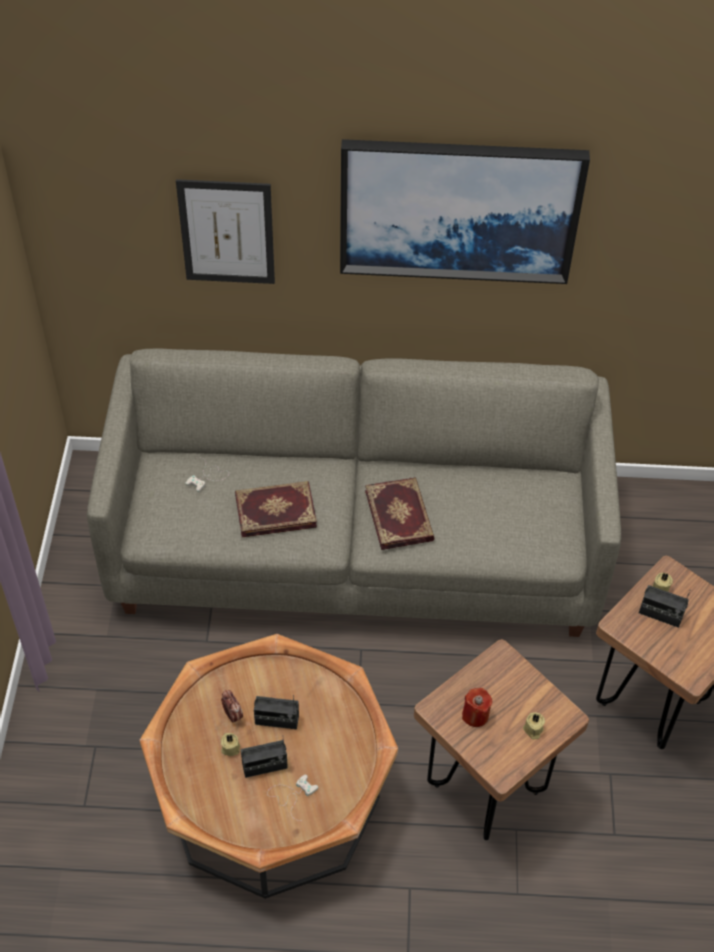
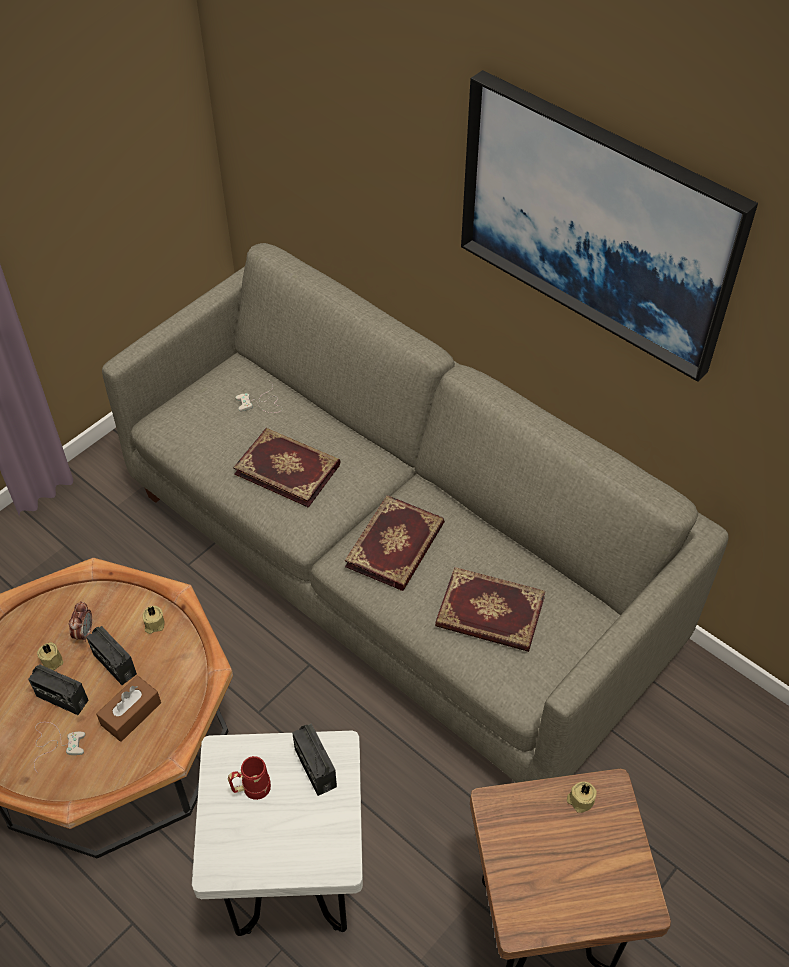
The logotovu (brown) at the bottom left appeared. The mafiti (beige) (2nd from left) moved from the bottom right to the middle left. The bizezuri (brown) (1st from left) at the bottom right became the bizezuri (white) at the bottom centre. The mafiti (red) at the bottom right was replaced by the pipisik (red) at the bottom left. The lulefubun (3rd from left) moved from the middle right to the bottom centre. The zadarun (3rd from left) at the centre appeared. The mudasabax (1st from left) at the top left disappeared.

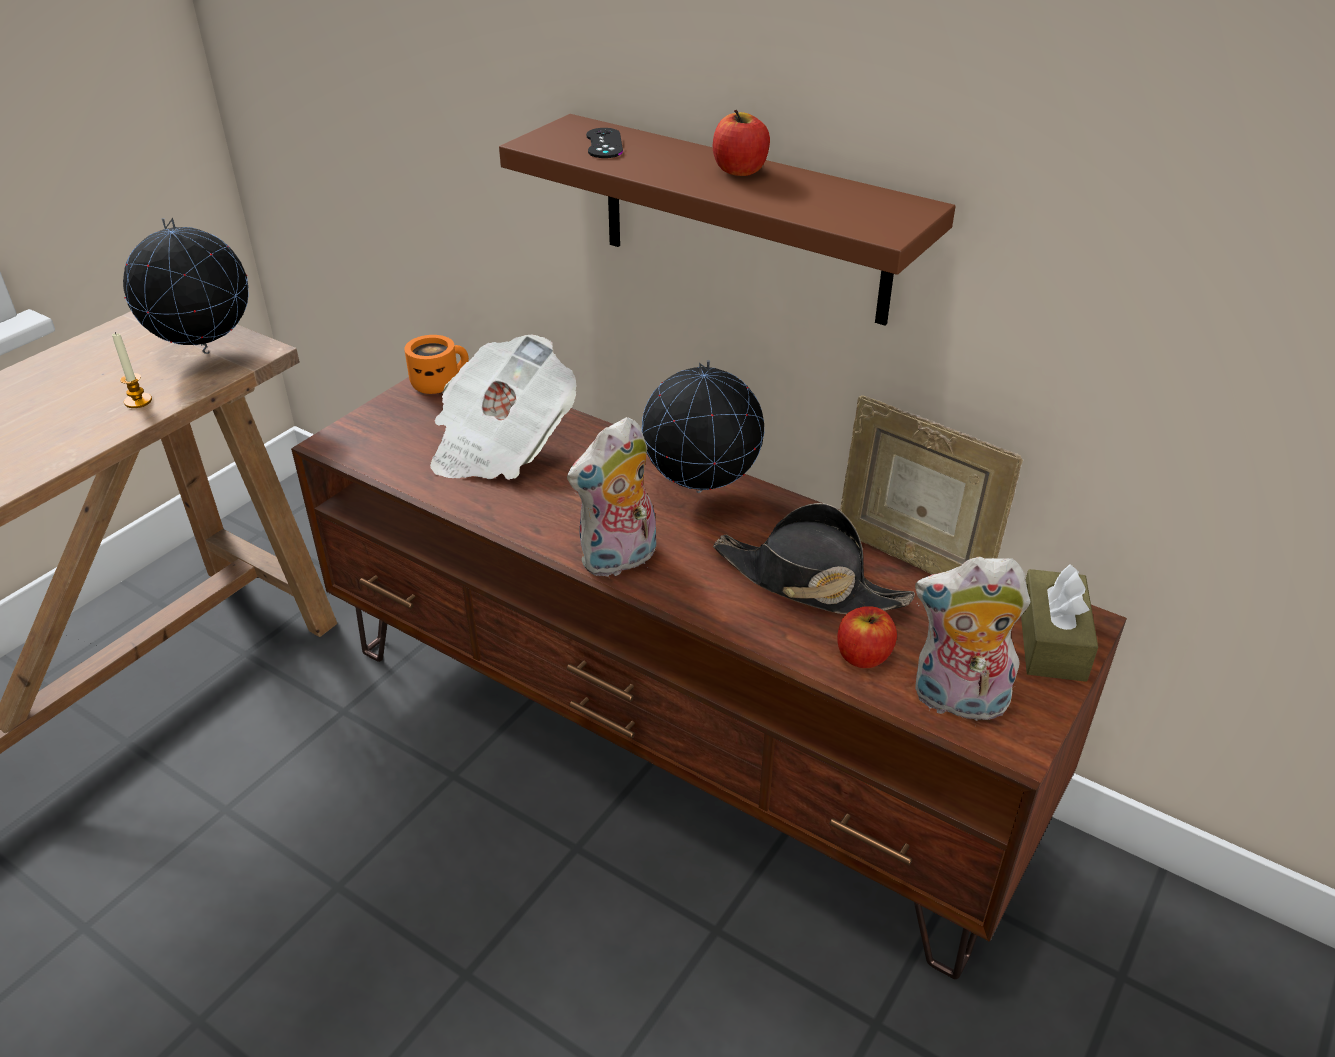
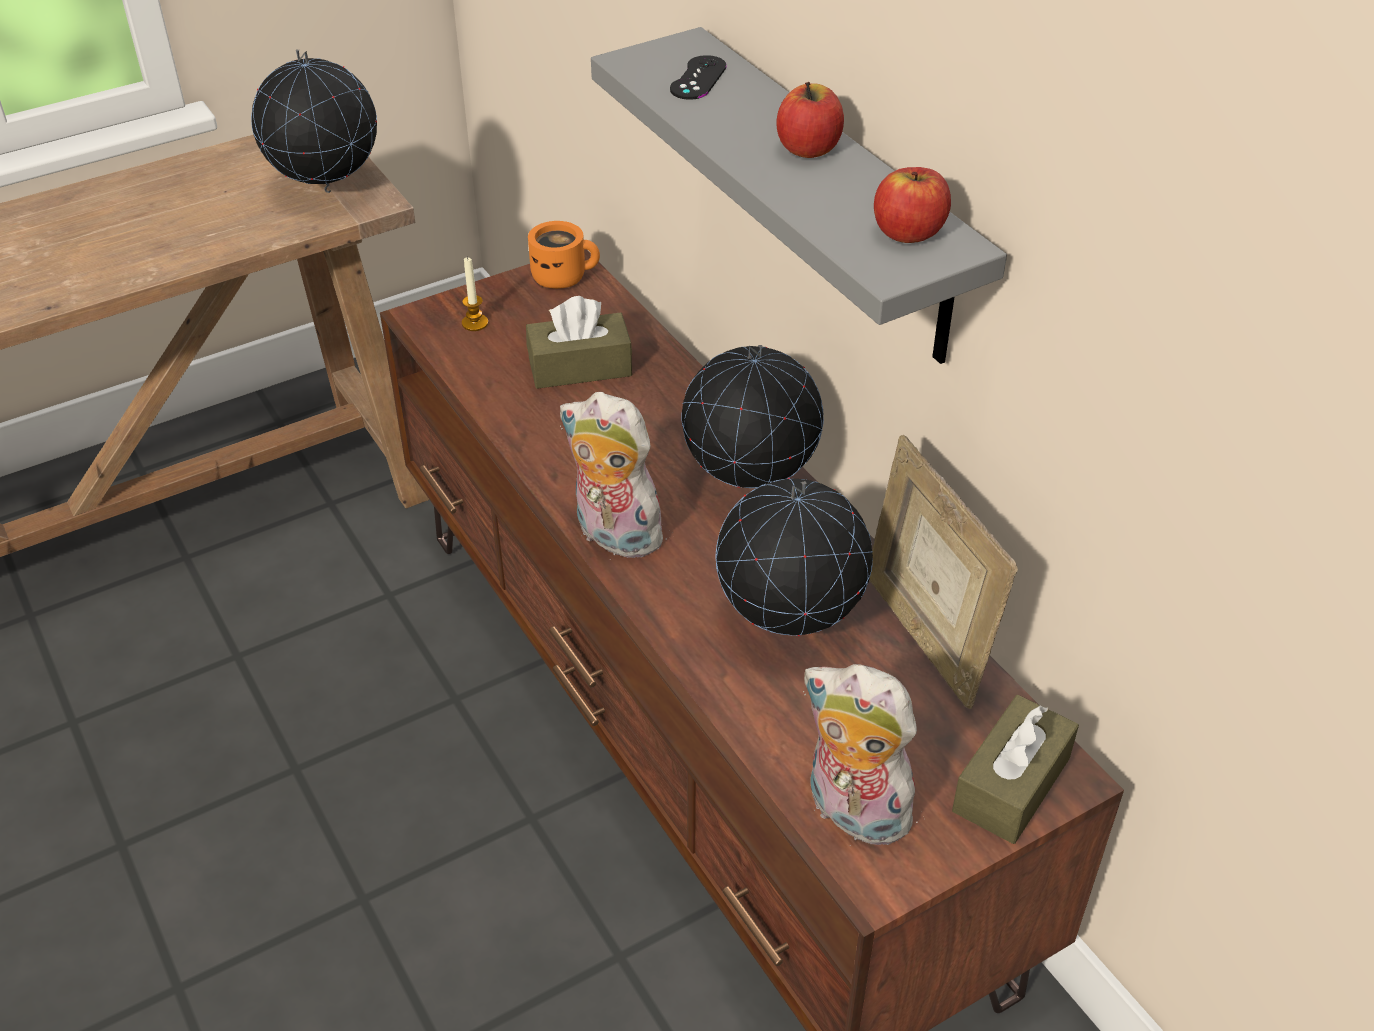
The mafiti moved from the middle left to the top centre. The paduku at the centre was replaced by the logotovu (brown) (1st from left) at the top centre. The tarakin (1st from left) at the centre turned 45 degrees clockwise. The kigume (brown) at the top centre became the kigume (grey) at the top centre. The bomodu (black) at the centre was replaced by the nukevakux (3rd from left) at the centre. The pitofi (2nd from left) moved from the centre to the top centre.

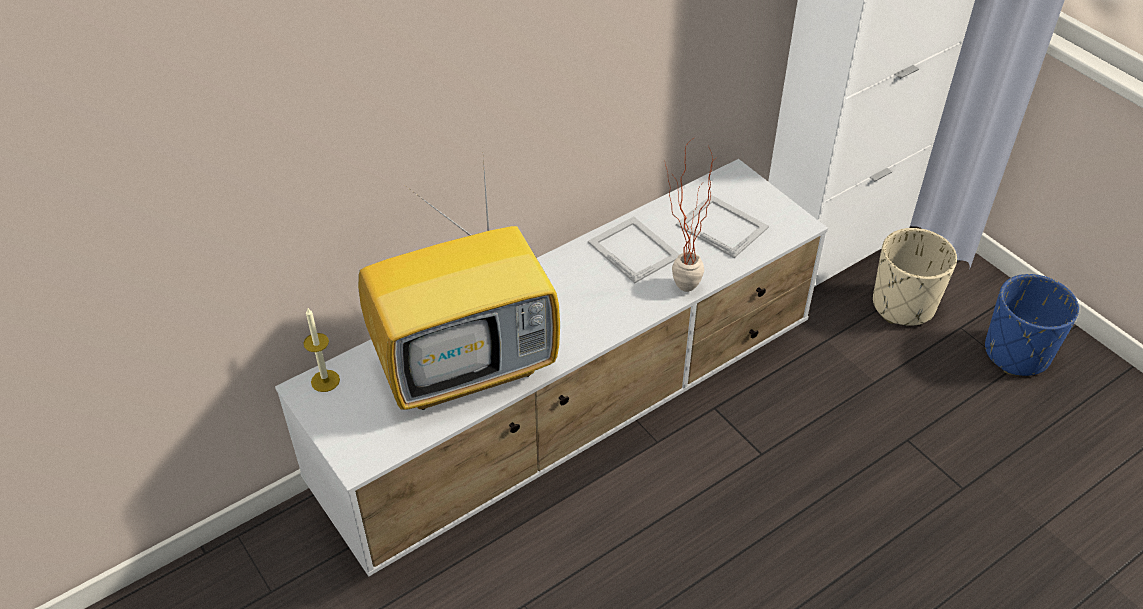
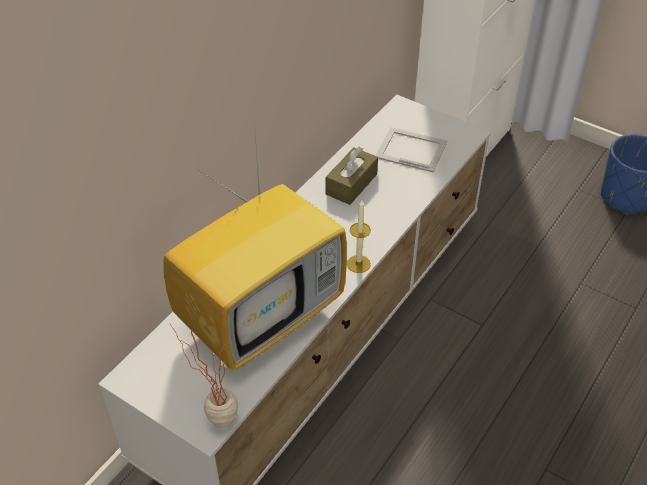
The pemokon moved from the centre to the bottom left. The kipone (1st from left) at the centre was replaced by the logotovu (brown) at the centre. The mafiti moved from the middle left to the centre. The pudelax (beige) at the middle right disappeared.

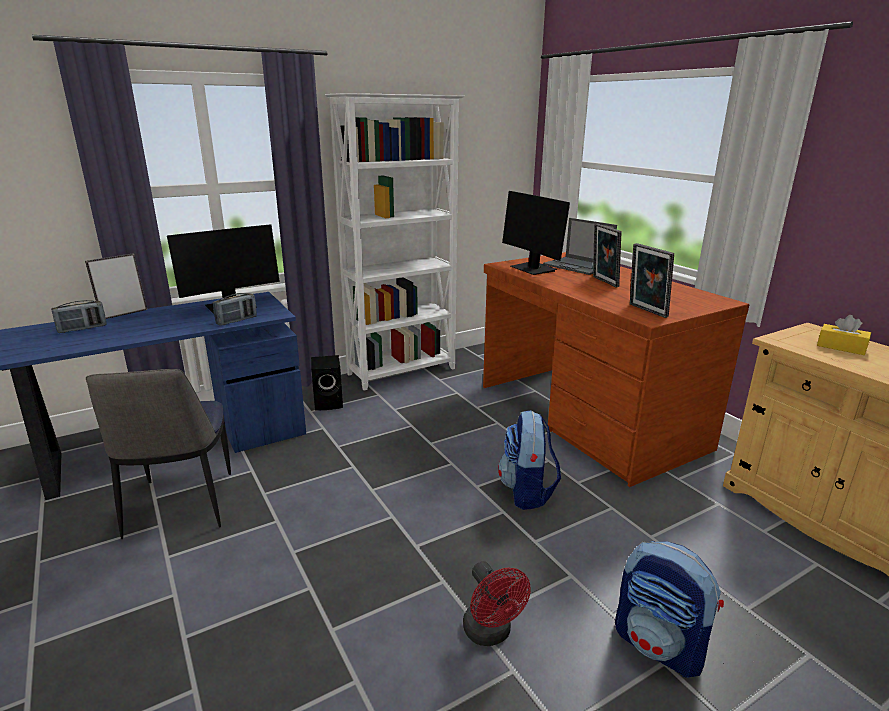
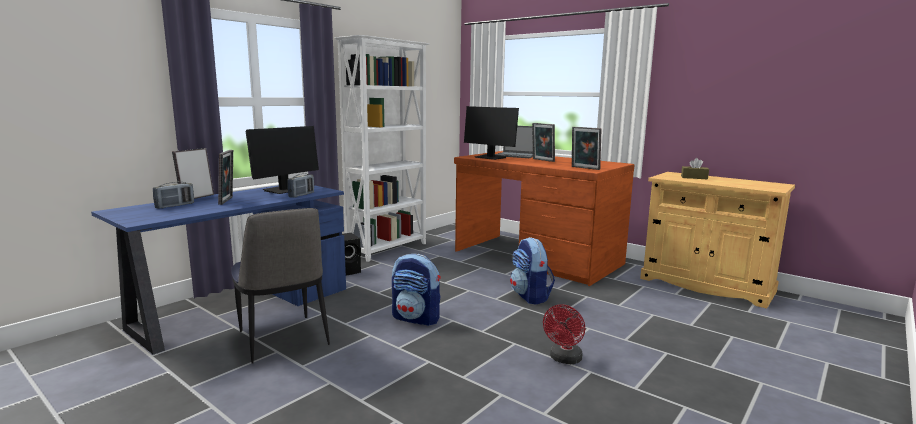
The kipone (2nd from left) at the middle left appeared. The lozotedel (2nd from left in the first image) moved from the bottom right to the bottom centre. The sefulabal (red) at the bottom centre turned 75 degrees clockwise. The logotovu (yellow) at the middle right became the logotovu (brown) at the middle right.

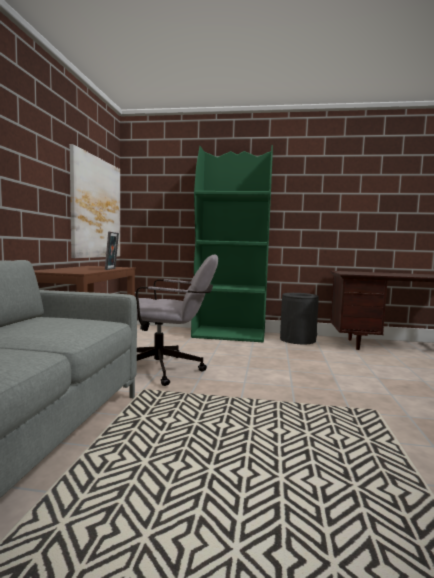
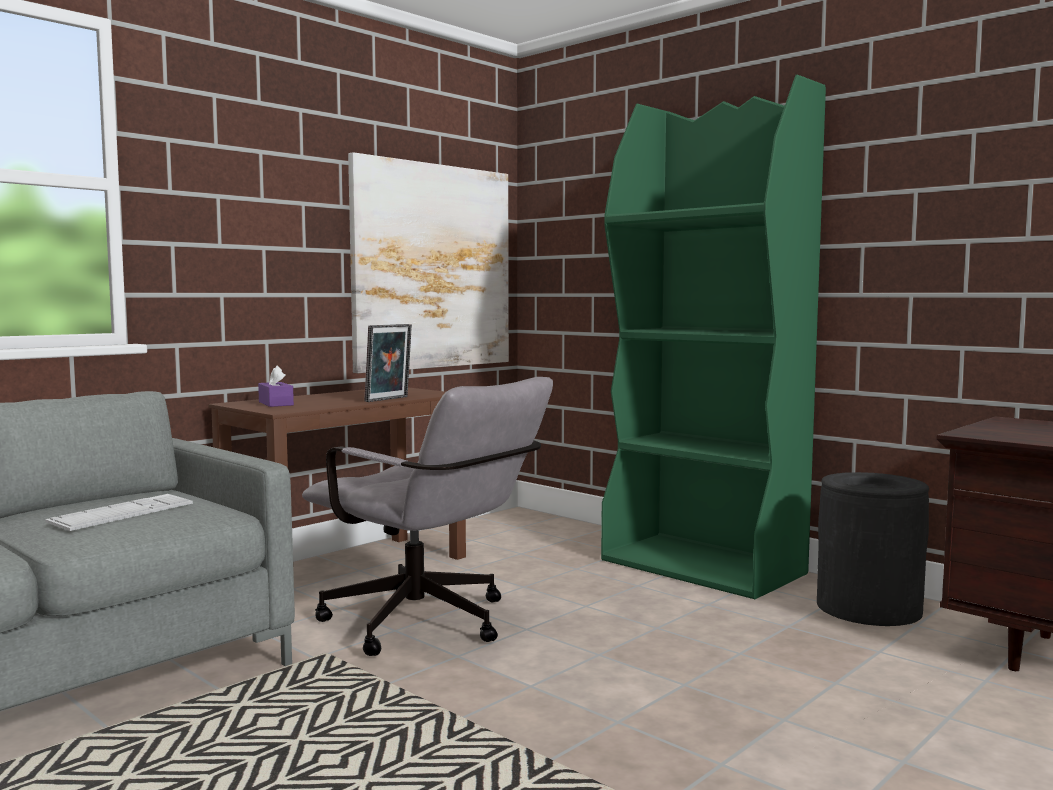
The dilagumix at the middle left appeared. The logotovu (purple) at the middle left appeared.

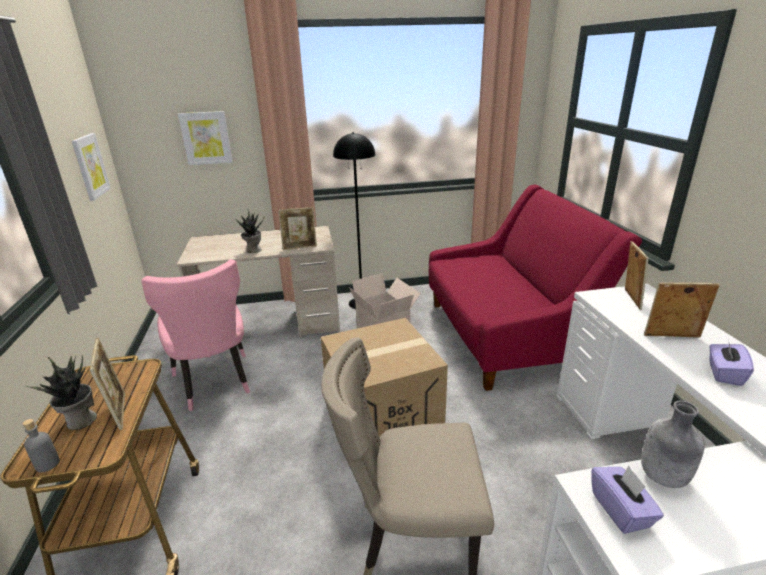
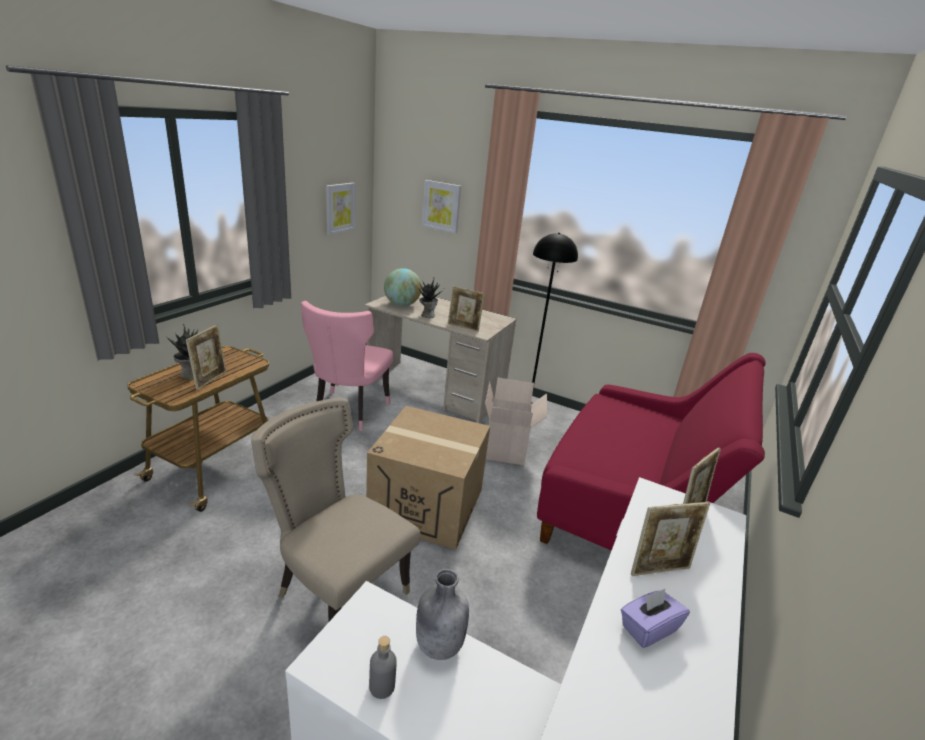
The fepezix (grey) (1st from left) moved from the bottom left to the bottom centre. The nukevakux at the centre appeared. The kipone (4th from left in the first image) at the middle right turned 120 degrees clockwise. The logotovu (purple) (1st from left) at the bottom right disappeared.

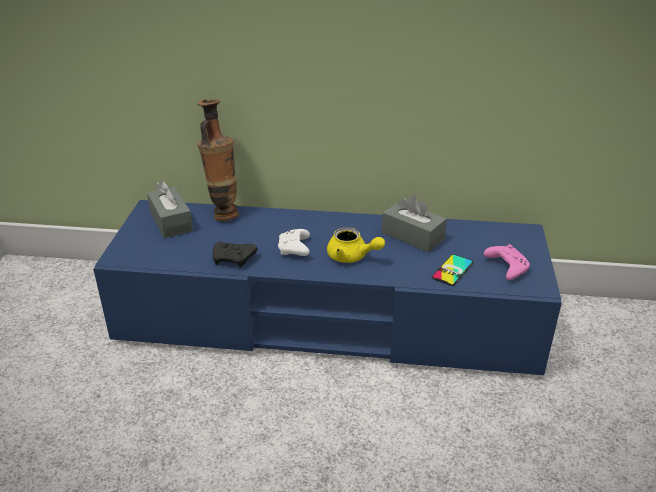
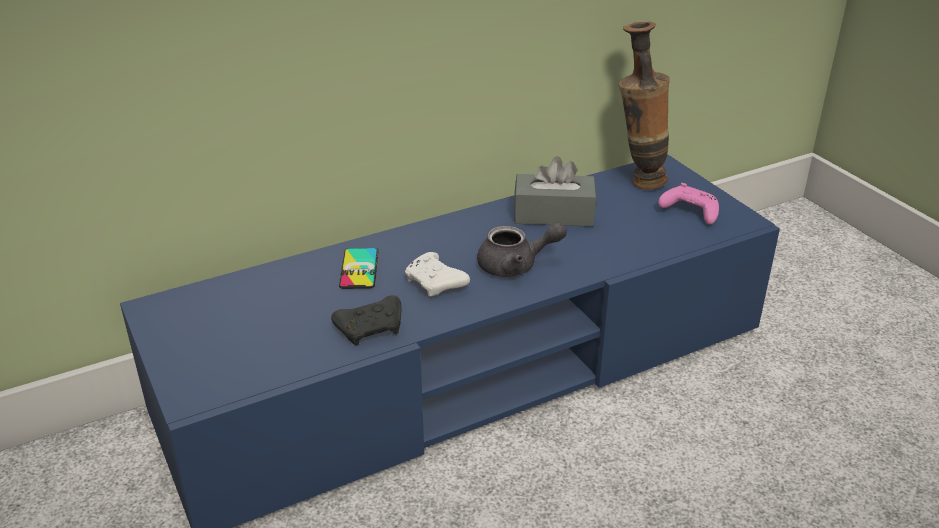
The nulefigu moved from the middle right to the centre. The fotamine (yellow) at the centre became the fotamine (grey) at the centre. The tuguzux moved from the top left to the top right. The logotovu (grey) (1st from left) at the middle left disappeared.

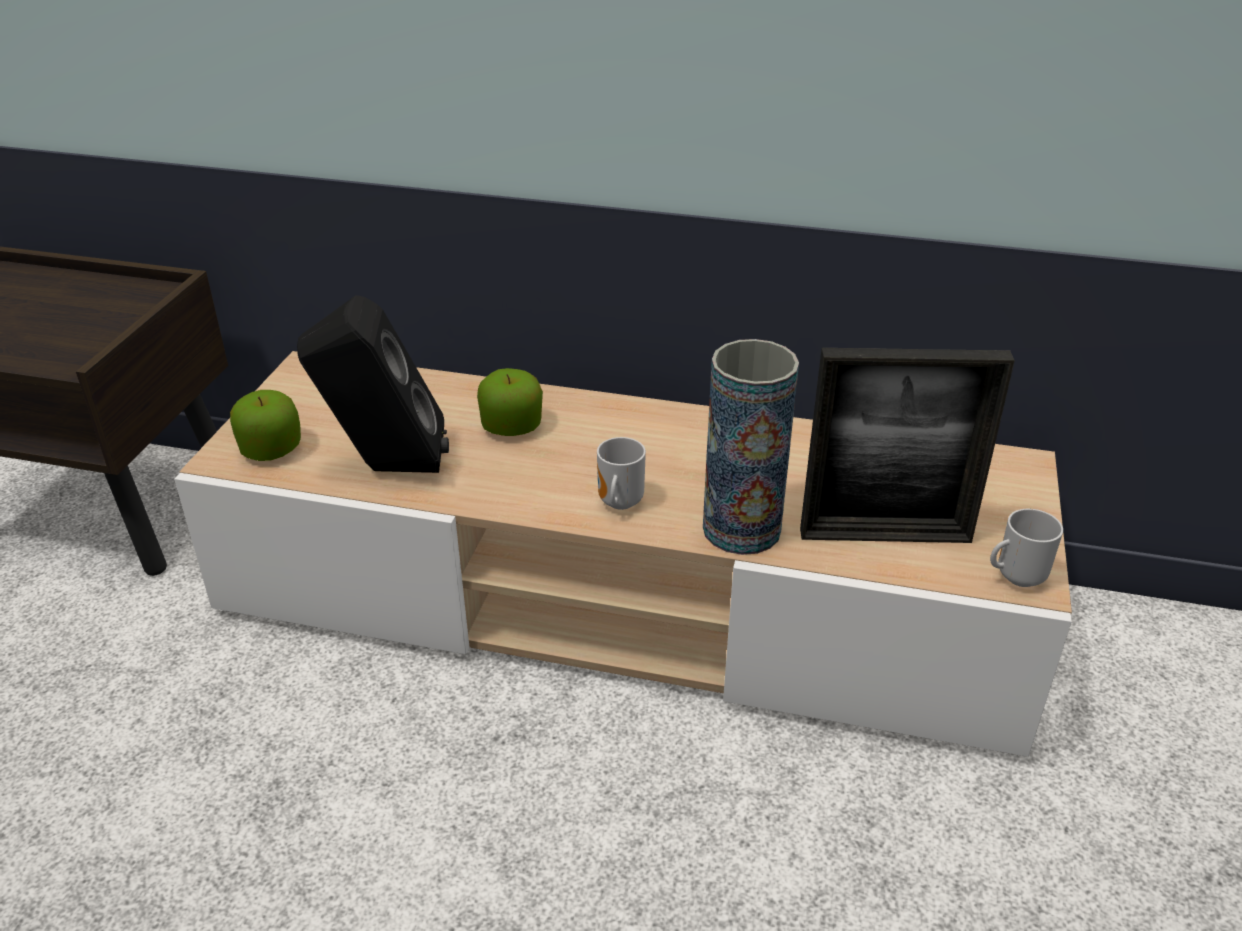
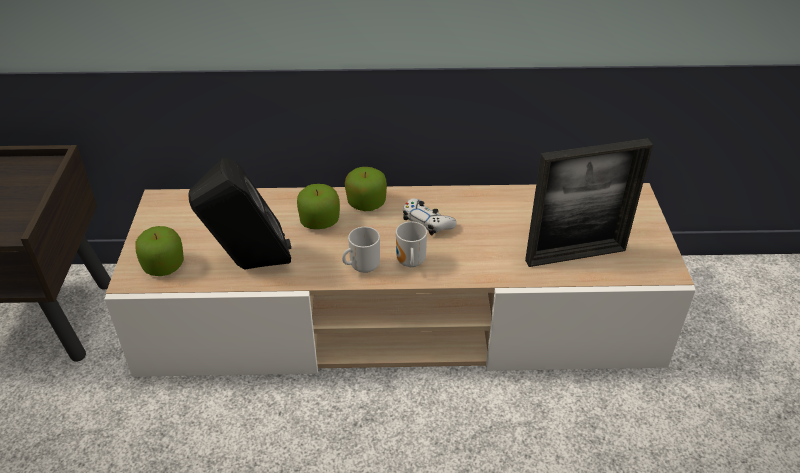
The pipisik (2nd from left in the first image) moved from the middle right to the centre. The pitofi (3rd from left) at the centre appeared. The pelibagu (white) at the centre appeared. The tuguzux at the centre disappeared.

